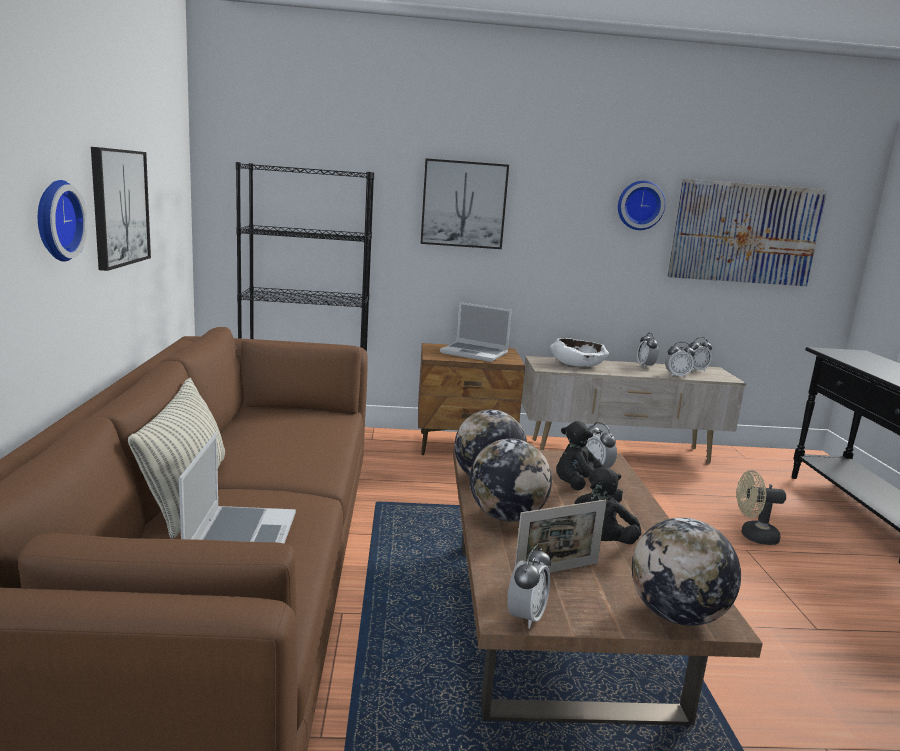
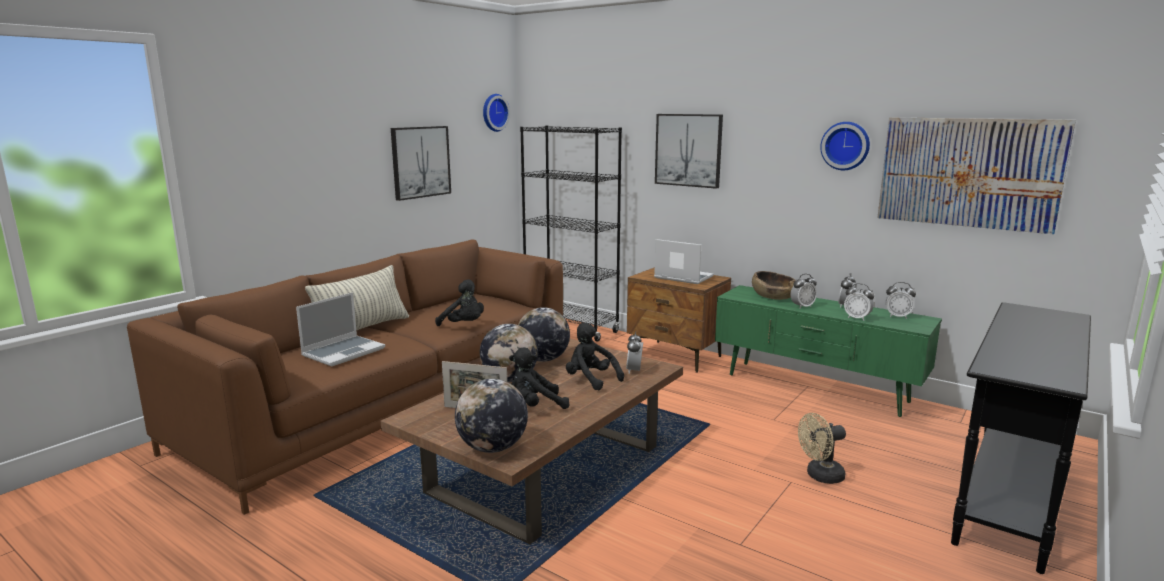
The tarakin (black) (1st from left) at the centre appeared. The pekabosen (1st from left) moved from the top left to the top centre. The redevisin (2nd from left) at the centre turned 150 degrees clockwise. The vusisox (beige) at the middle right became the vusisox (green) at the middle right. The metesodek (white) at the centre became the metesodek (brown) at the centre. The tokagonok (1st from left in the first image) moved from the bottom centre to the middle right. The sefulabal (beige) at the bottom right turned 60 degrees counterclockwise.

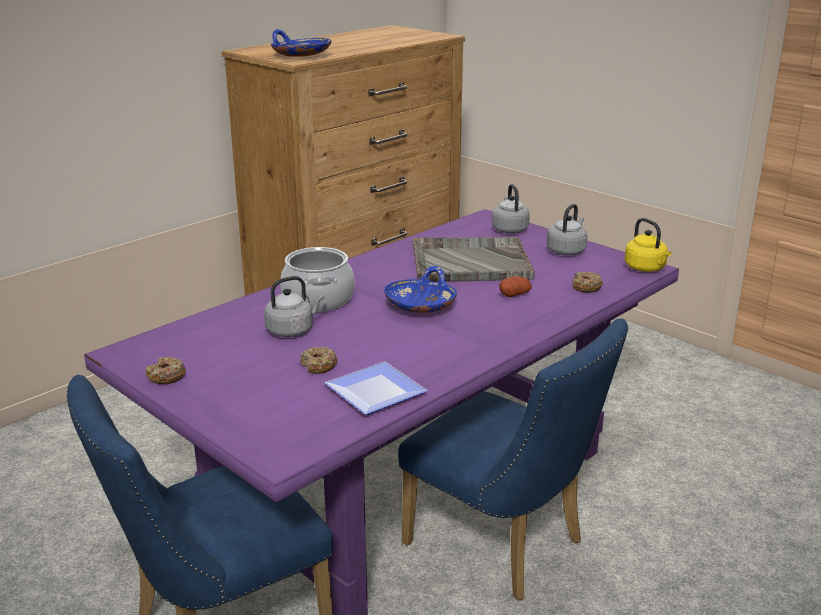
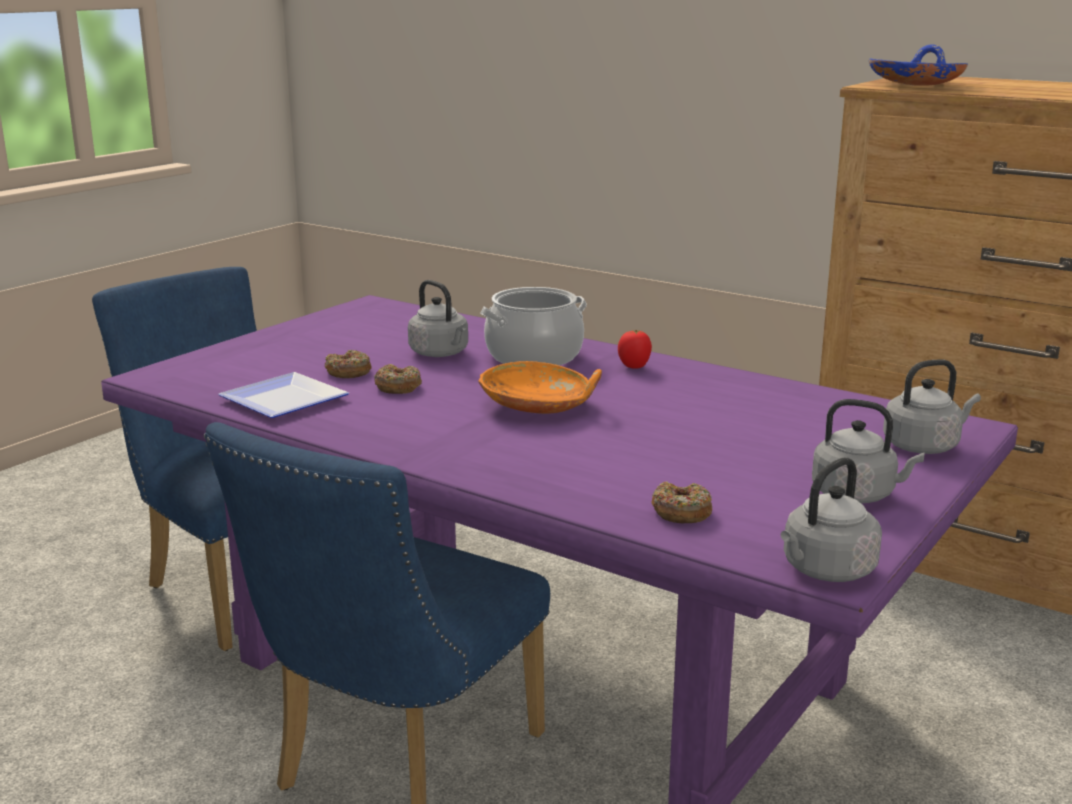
The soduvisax (1st from left in the first image) moved from the middle left to the centre. The metesodek (blue) (2nd from left) at the centre became the metesodek (orange) at the centre. The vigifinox at the centre appeared. The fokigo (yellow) at the middle right became the fokigo (grey) (2nd from left) at the middle right. The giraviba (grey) at the centre disappeared. The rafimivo at the centre disappeared.

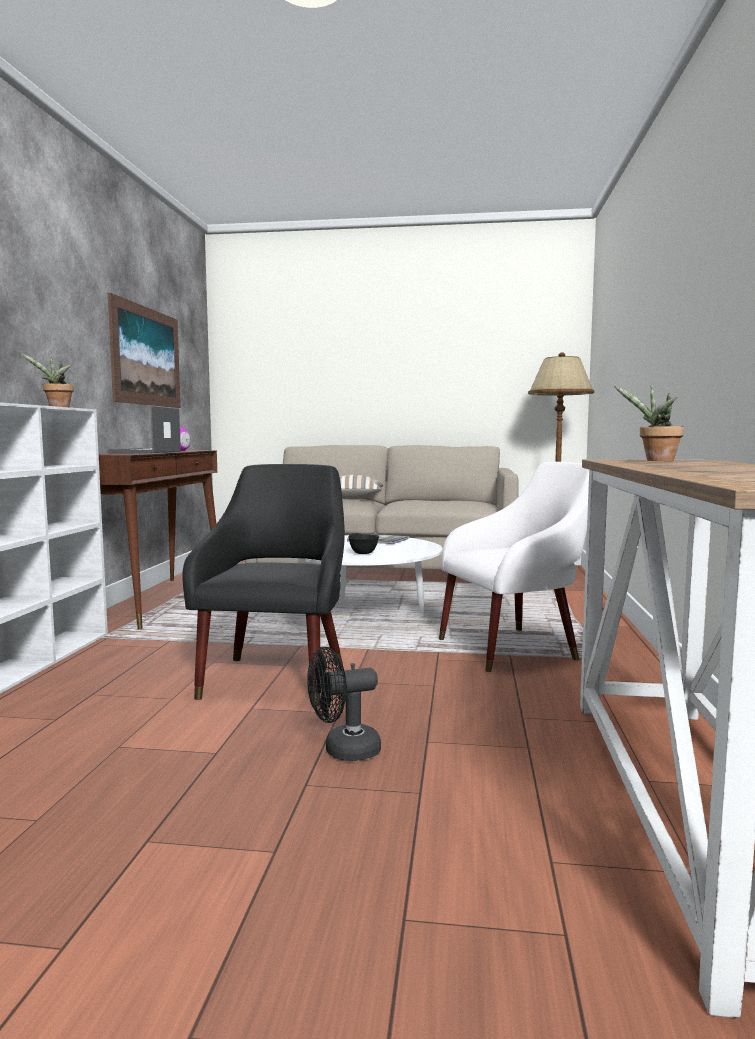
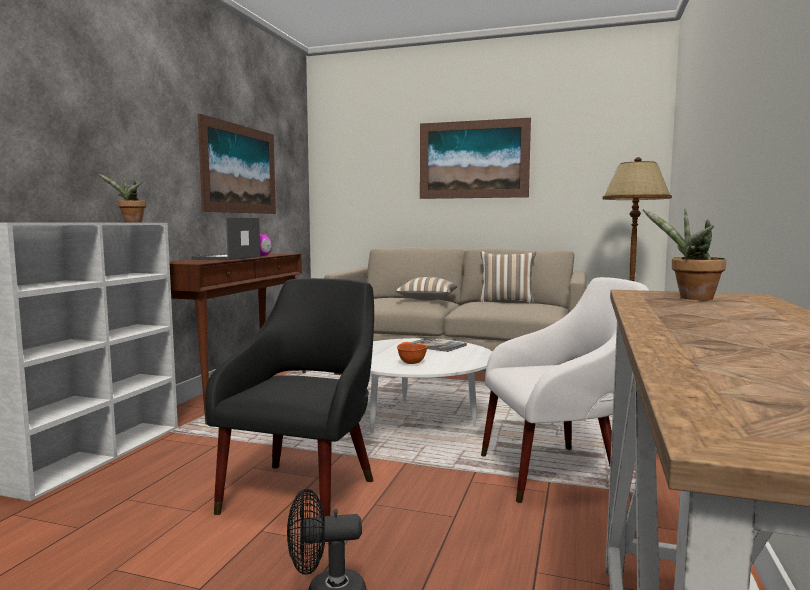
The metesodek (black) at the centre became the metesodek (orange) at the centre. The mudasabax (2nd from left) at the top centre appeared. The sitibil (2nd from left) at the centre appeared.

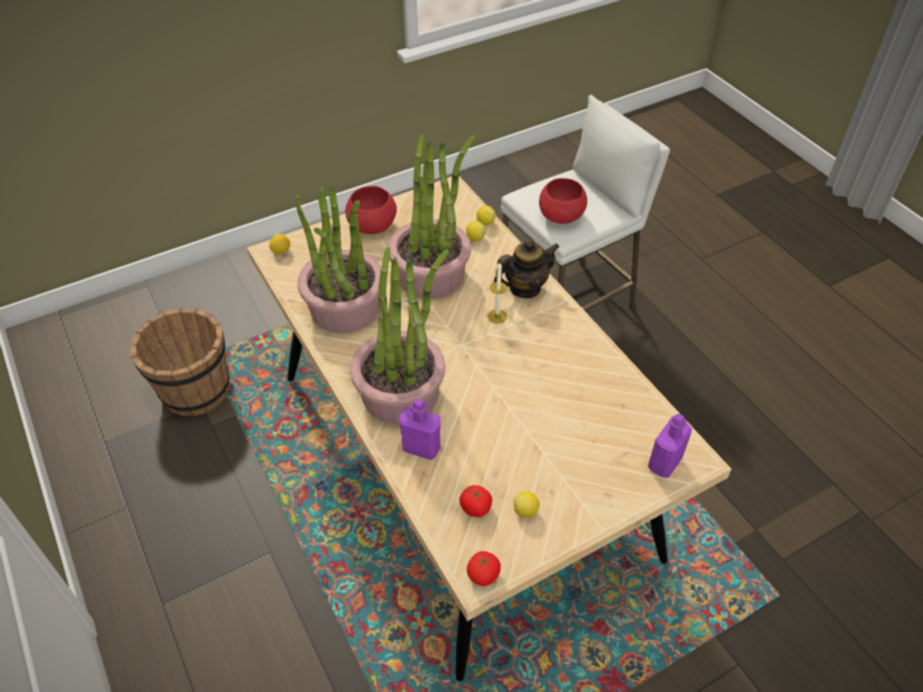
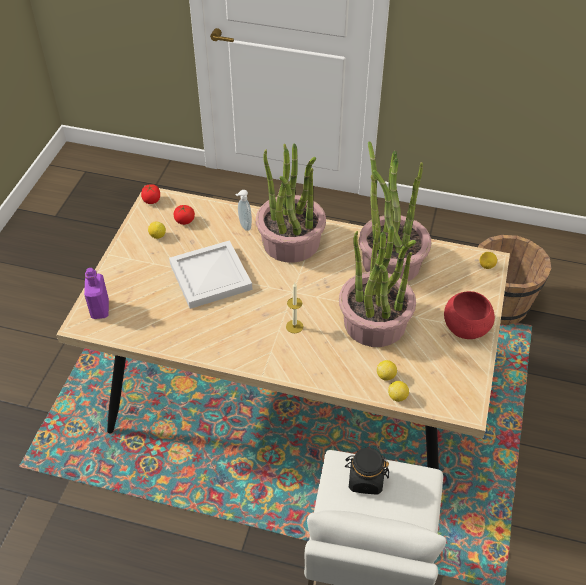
The giraviba (white) at the centre appeared. The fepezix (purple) (1st from left) at the centre was replaced by the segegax at the centre. The metesodek (red) (2nd from left) at the top centre was replaced by the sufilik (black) at the bottom centre. The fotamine at the centre disappeared.

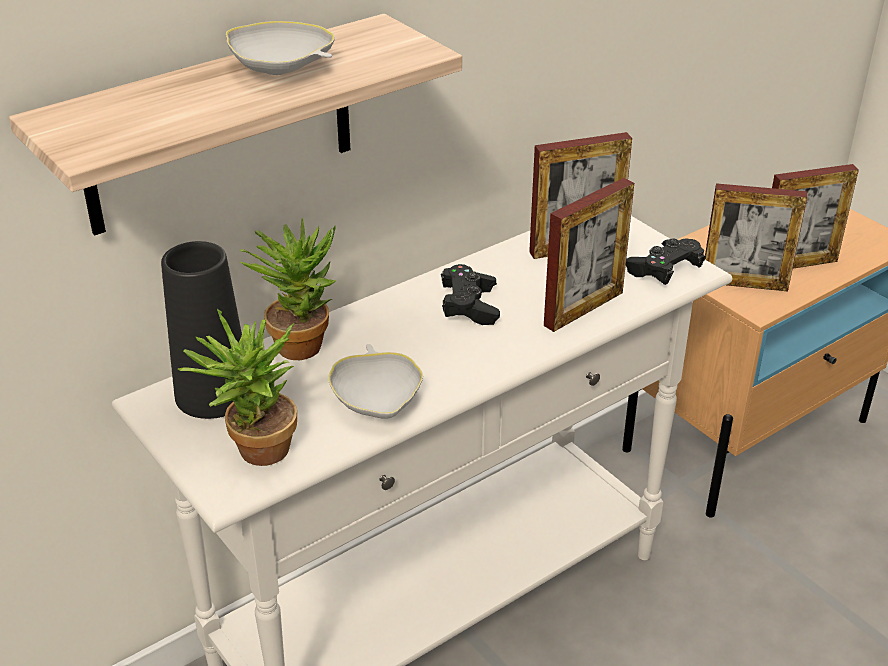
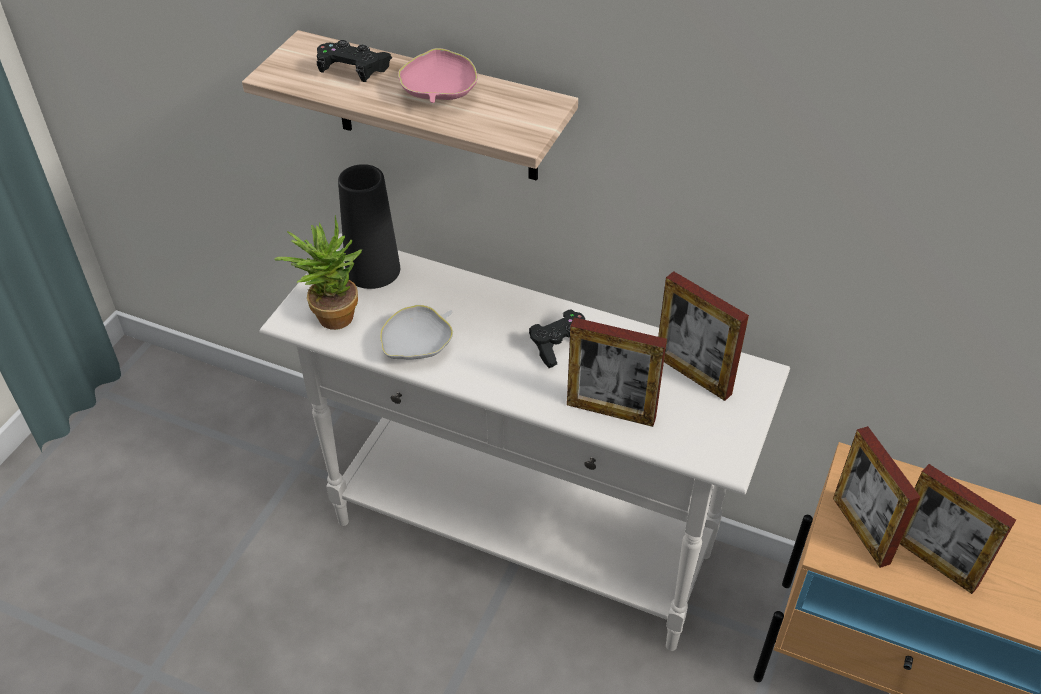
The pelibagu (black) (2nd from left in the first image) moved from the middle right to the top centre. The metesodek (white) (1st from left) at the top left became the metesodek (pink) at the top centre. The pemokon (2nd from left) at the middle left disappeared.

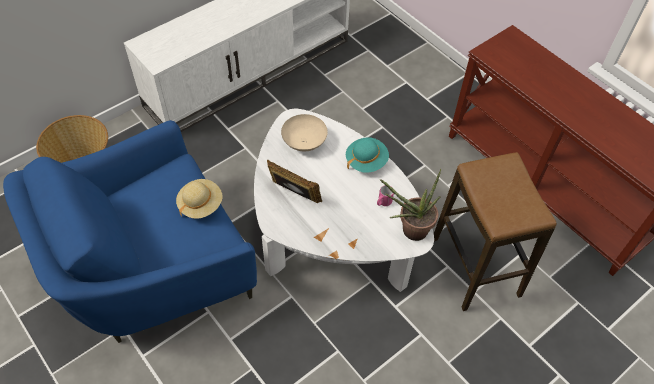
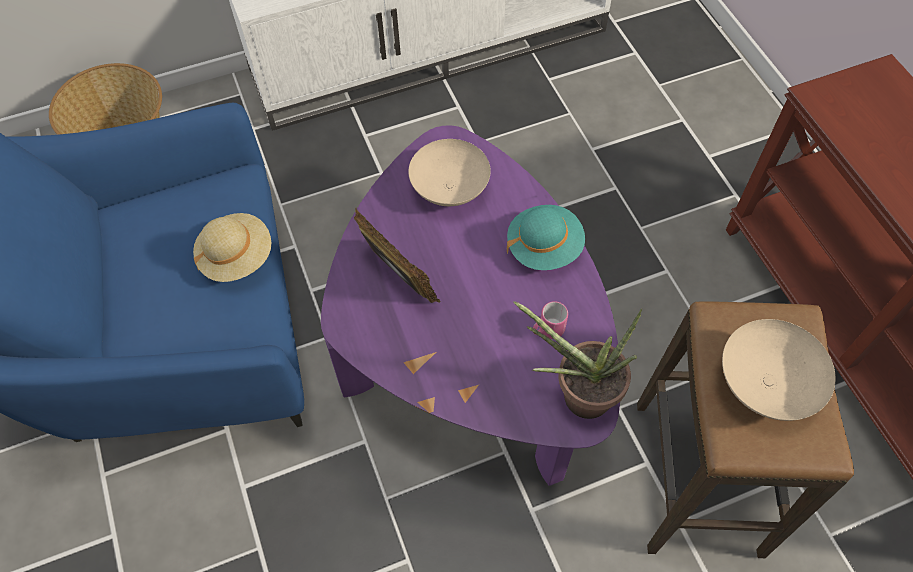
The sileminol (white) at the centre became the sileminol (purple) at the centre. The metesodek (beige) (2nd from left) at the middle right appeared.

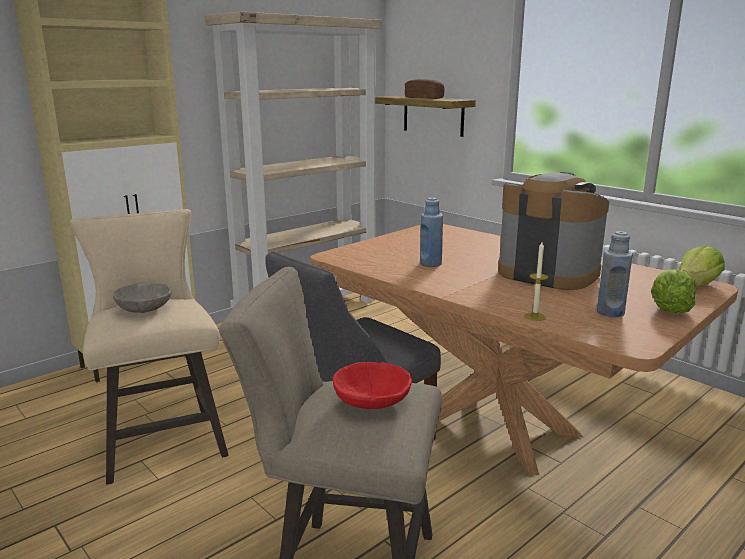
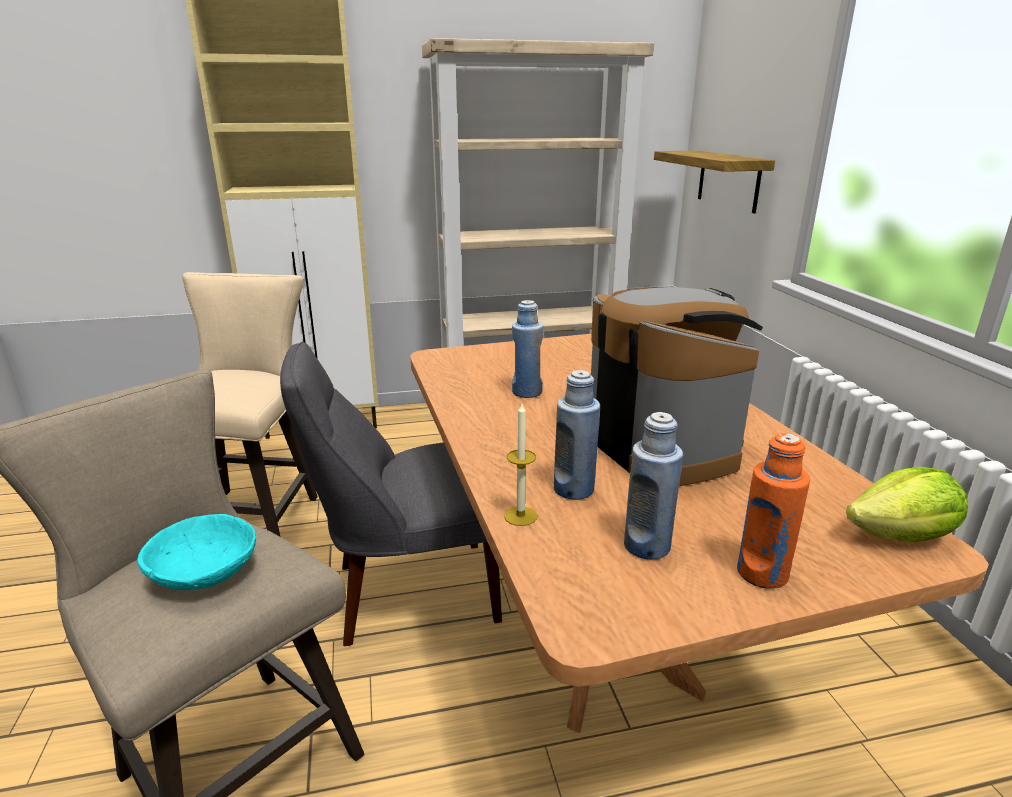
The metesodek (red) at the bottom centre became the metesodek (turquoise) at the bottom left. The fepezix (blue) (2nd from left) at the centre appeared. The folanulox (1st from left) at the middle right was replaced by the fepezix (orange) at the middle right. The metesodek (grey) at the middle left disappeared. The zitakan at the top centre disappeared.

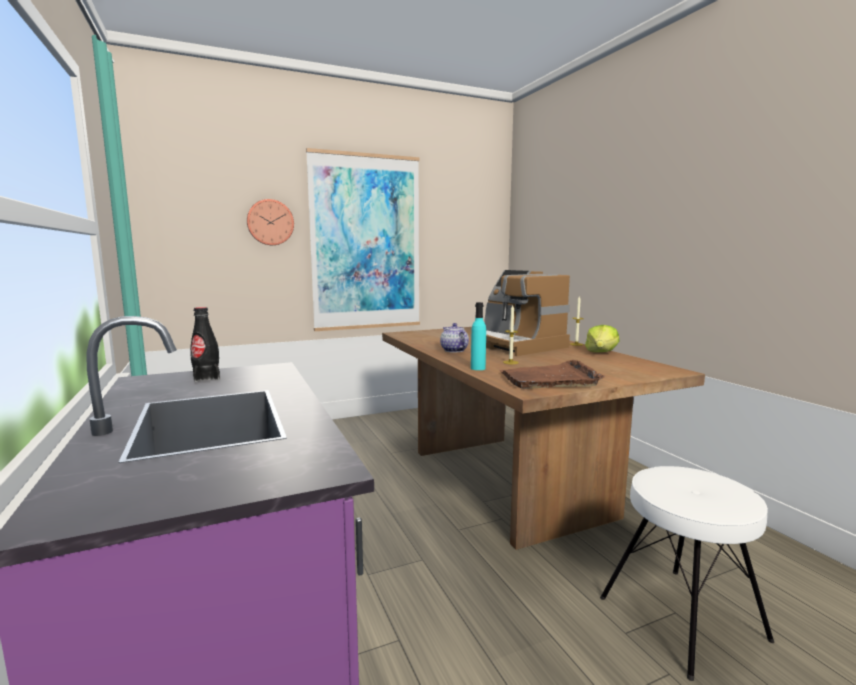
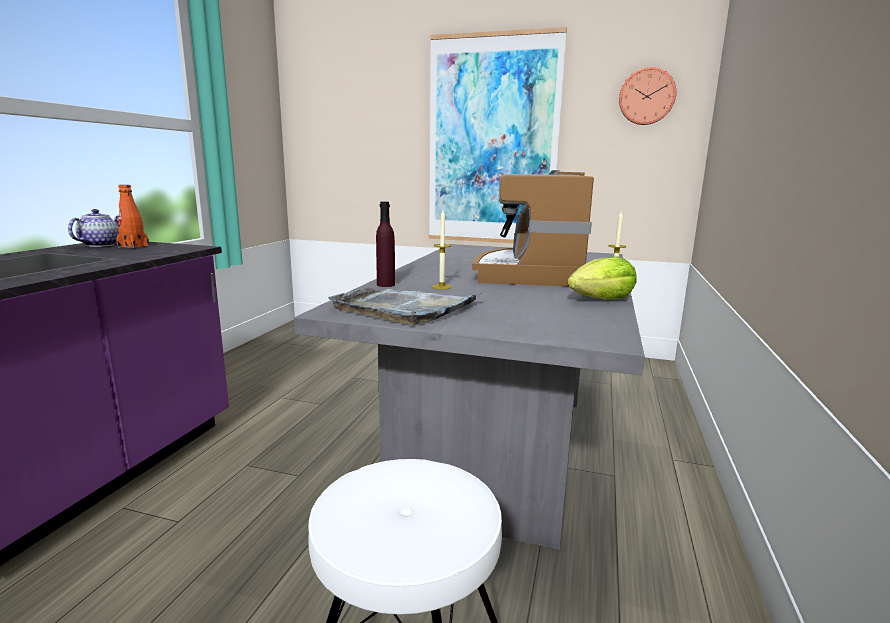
The fotamine moved from the centre to the middle left. The fepezix (black) at the middle left became the fepezix (orange) at the middle left. The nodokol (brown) at the centre became the nodokol (grey) at the centre. The giraviba (brown) at the centre became the giraviba (grey) at the centre. The fepezix (turquoise) at the centre became the fepezix (purple) at the centre. The pekabosen moved from the top left to the top right.

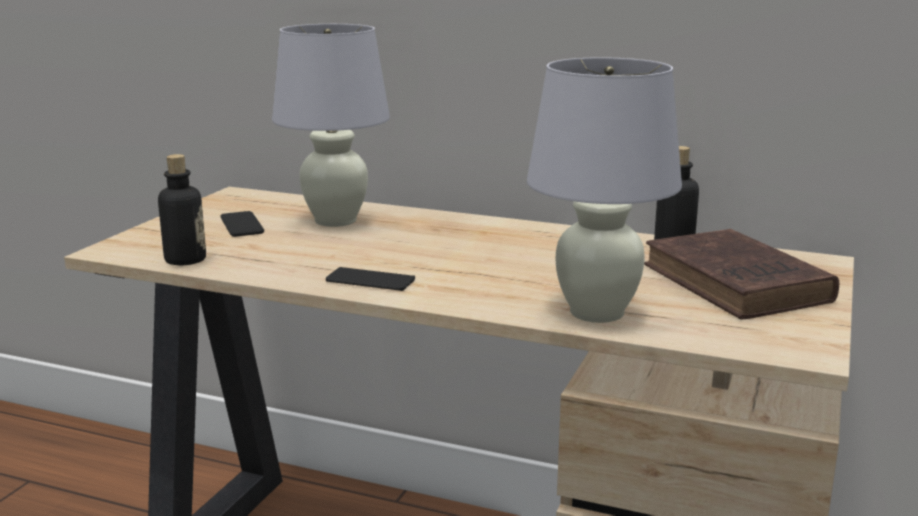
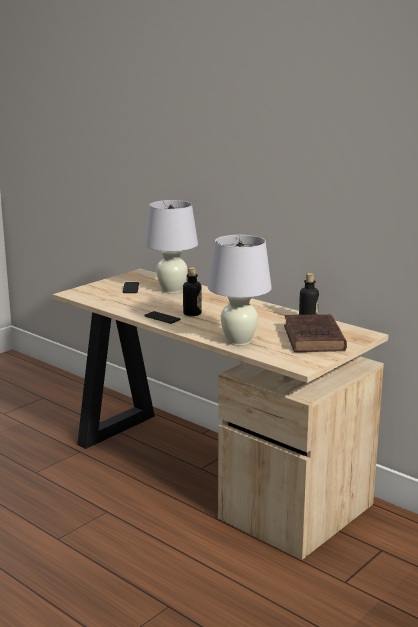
The fepezix (1st from left) moved from the middle left to the centre.

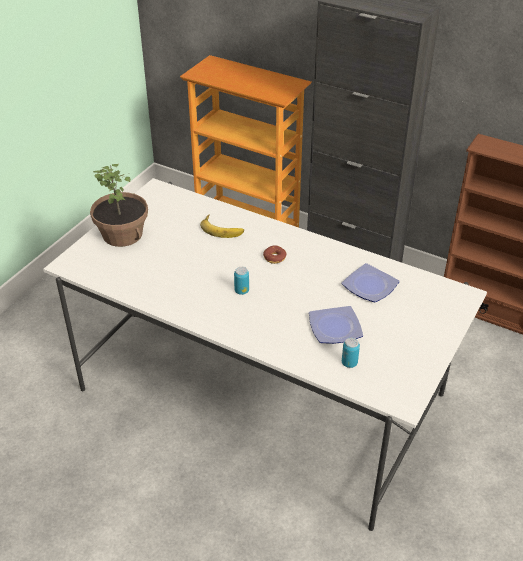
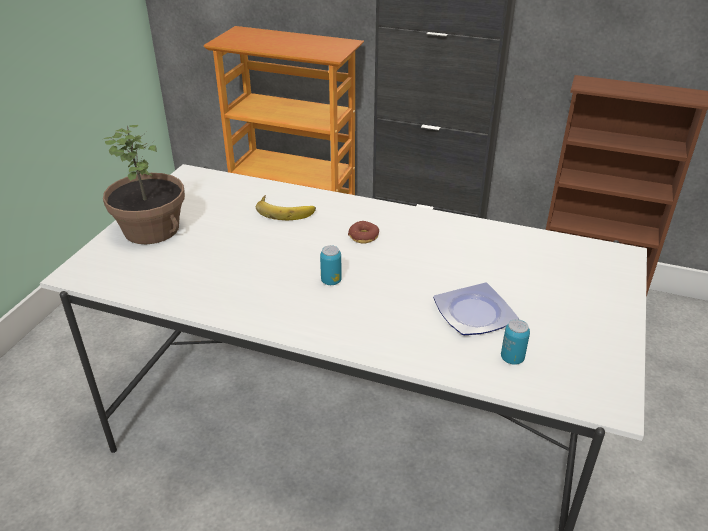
The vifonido (2nd from left) at the middle right disappeared.

